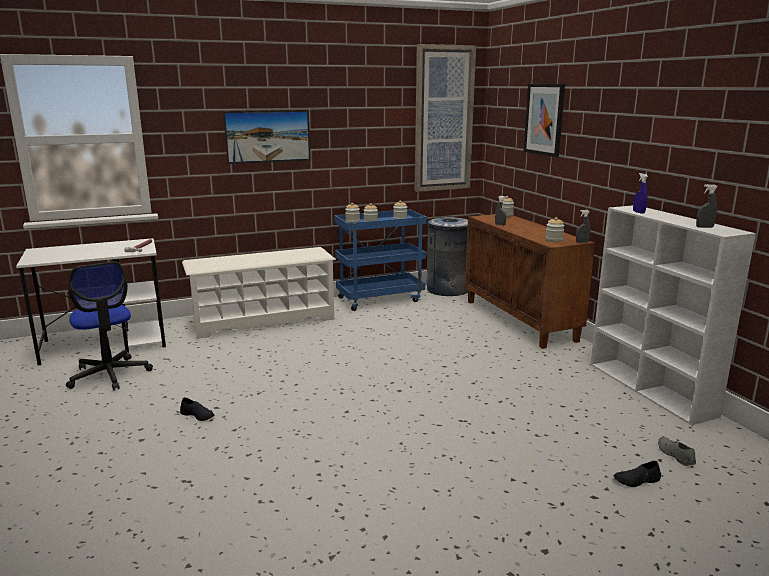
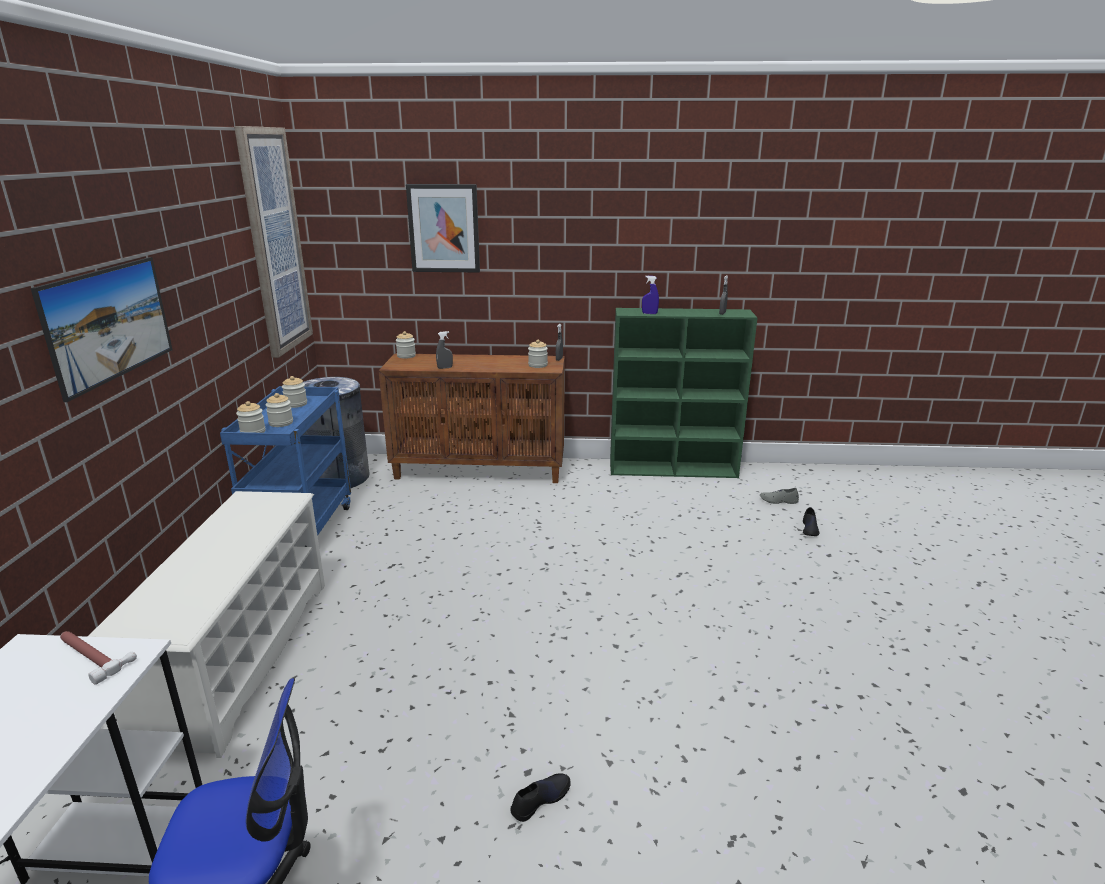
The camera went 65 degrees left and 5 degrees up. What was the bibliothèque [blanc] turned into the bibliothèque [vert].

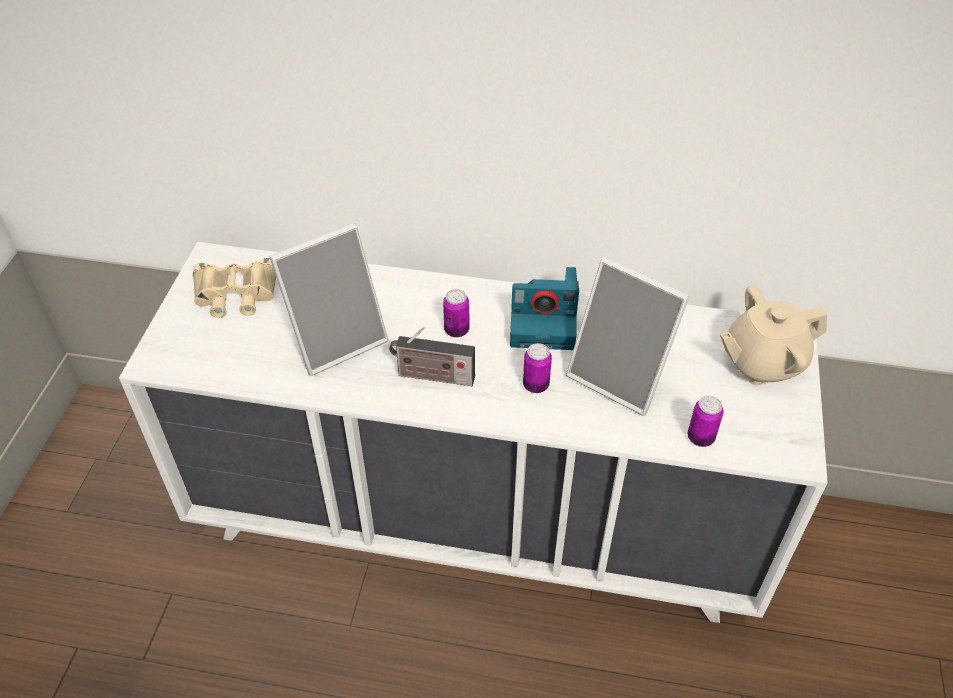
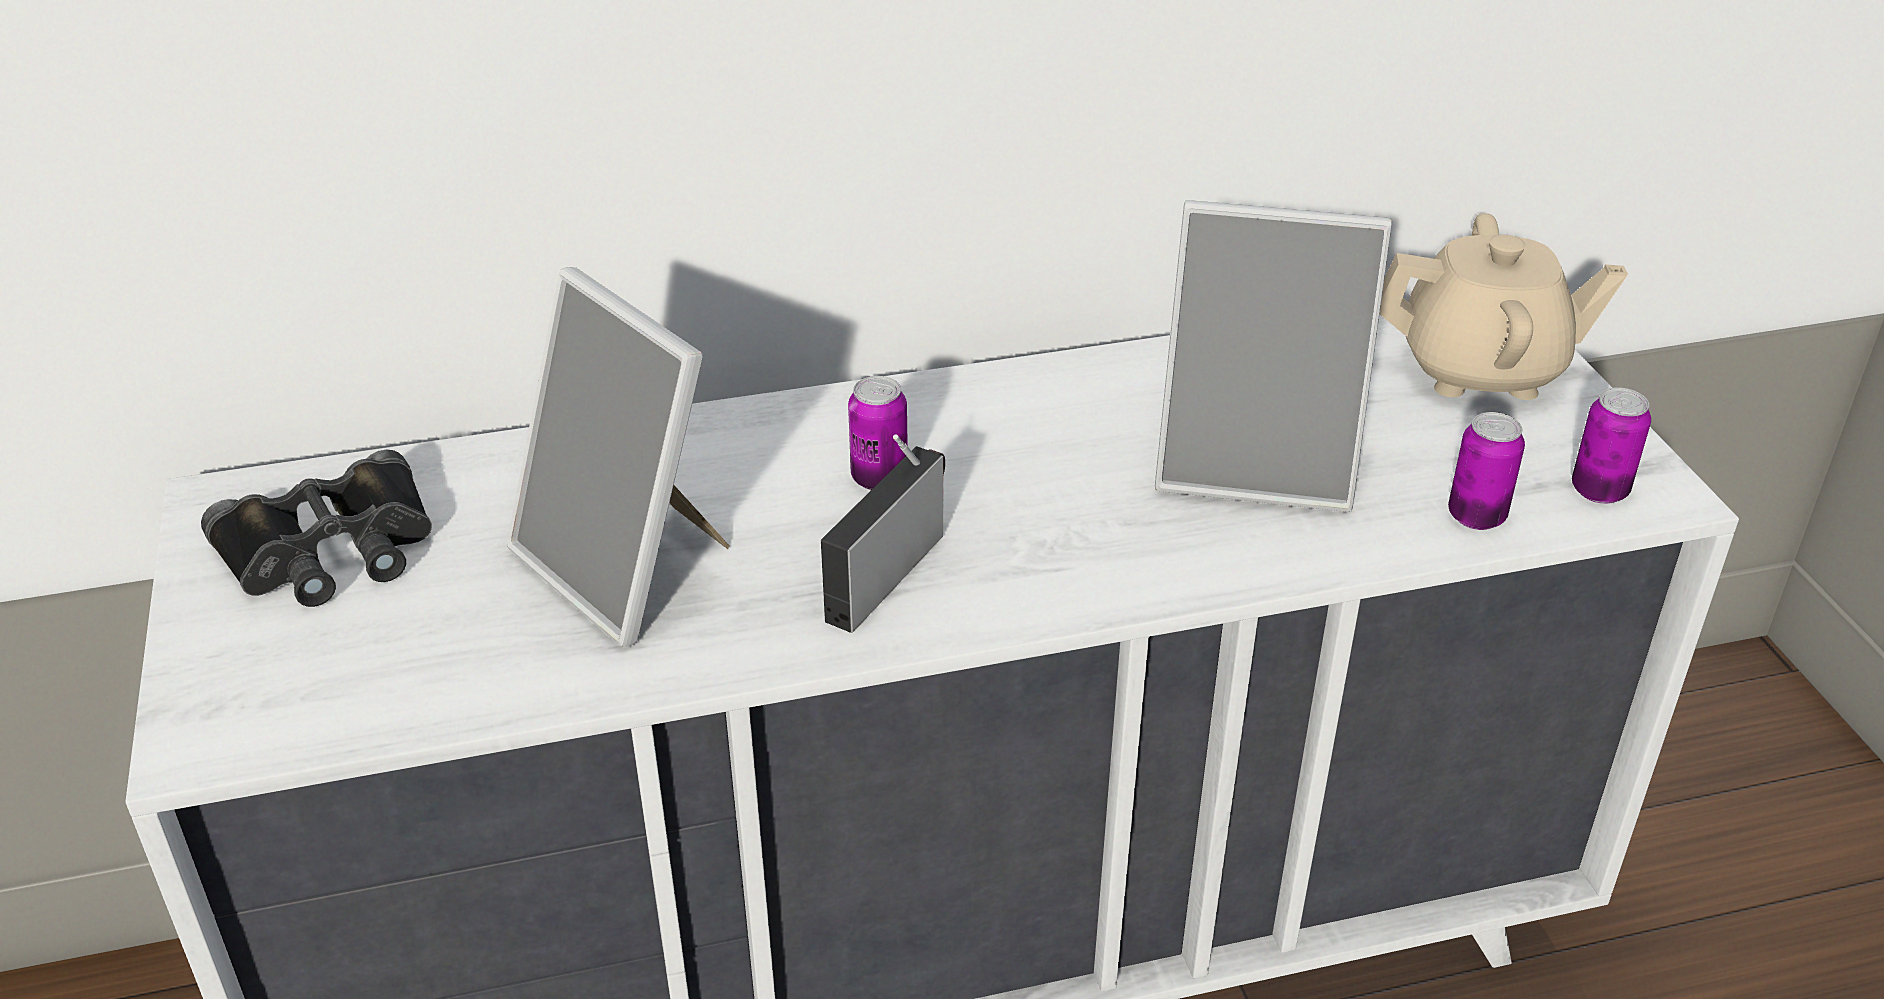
The camera went 25 degrees left and 10 degrees down. The second view lost the appareil photo. The boîte métallique (2nd from left in the first image) ended up elsewhere. What was the jumelles [beige] turned into the jumelles [noir]. The cadre photo (1st from left) ended up facing another way, 105 degrees clockwise from before. The radio ended up facing another way, 135 degrees clockwise from before. The théière [beige] ended up facing another way, 135 degrees counterclockwise from before.

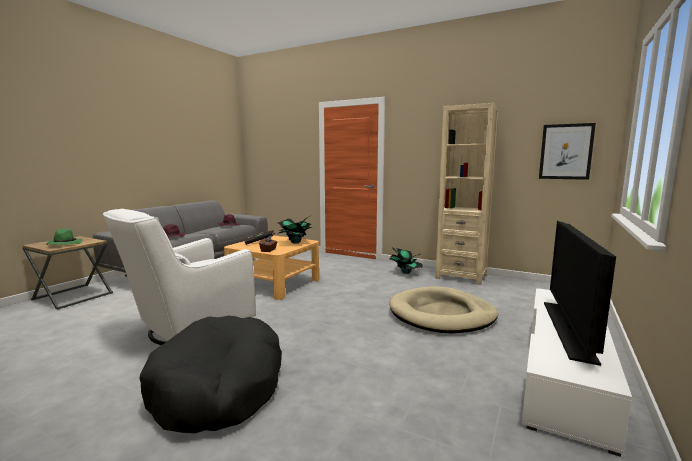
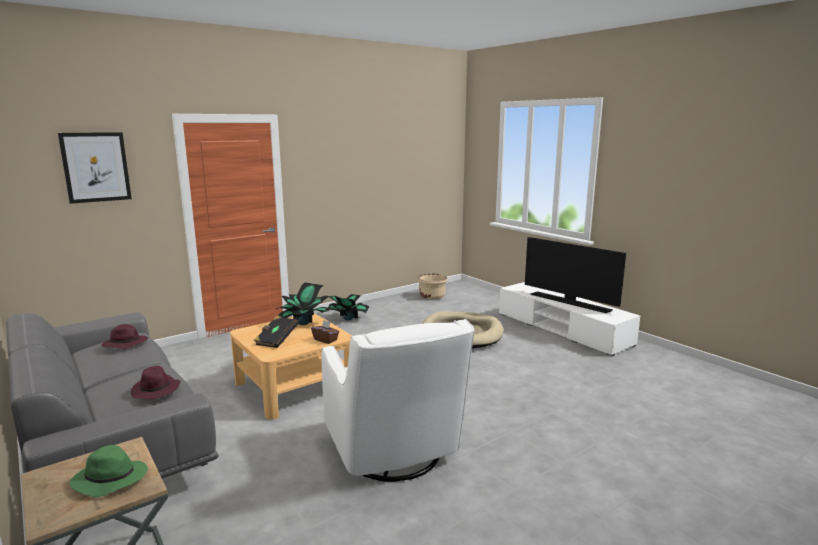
The camera went 65 degrees left and 5 degrees up. The second view lost the panier pour chien [noir]. The second view lost the bibliothèque [beige]. The second view gained the cache-pot [beige]. The tableau ended up elsewhere.

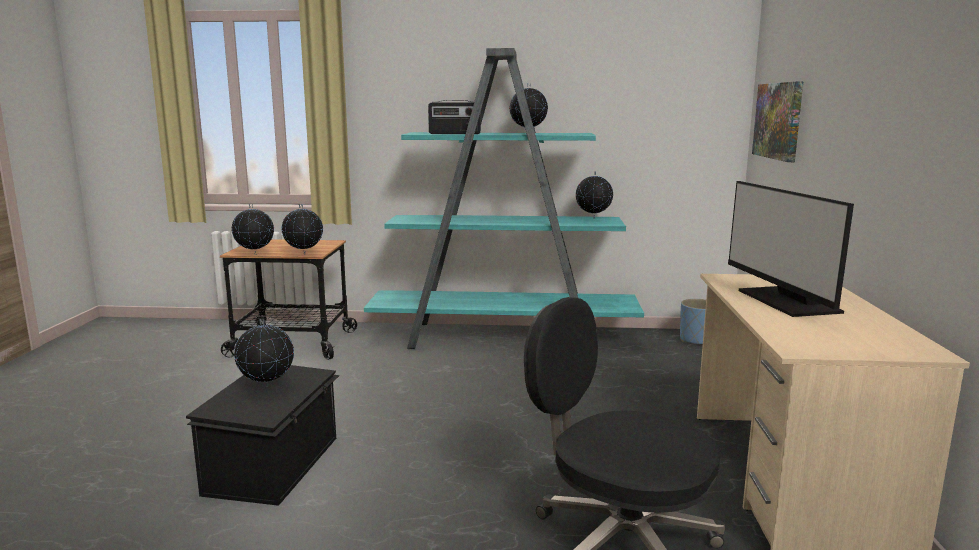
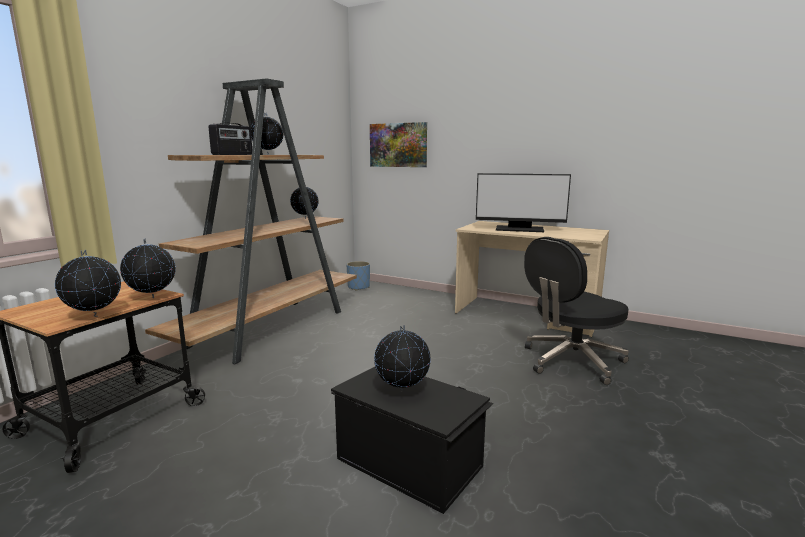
The camera went 65 degrees left and 0 degrees up. What was the bibliothèque [turquoise] turned into the bibliothèque [marron].

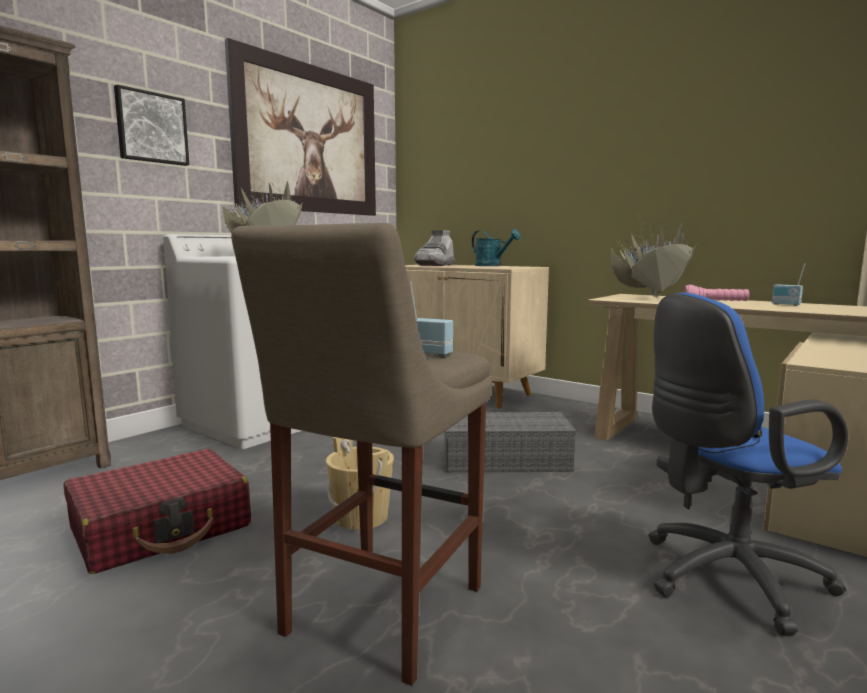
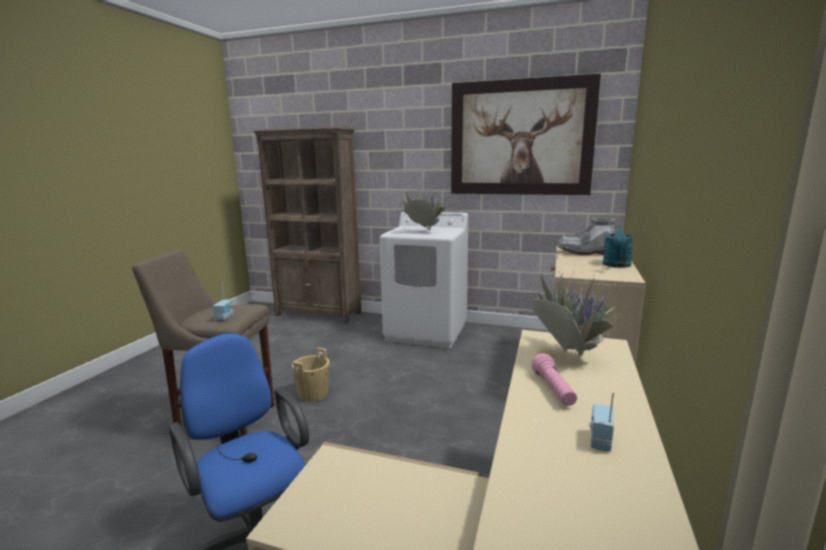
The camera went 70 degrees right and 5 degrees up. The second view lost the valise [rouge]. The second view lost the tableau (1st from left). The second view lost the boîte de rangement [gris].

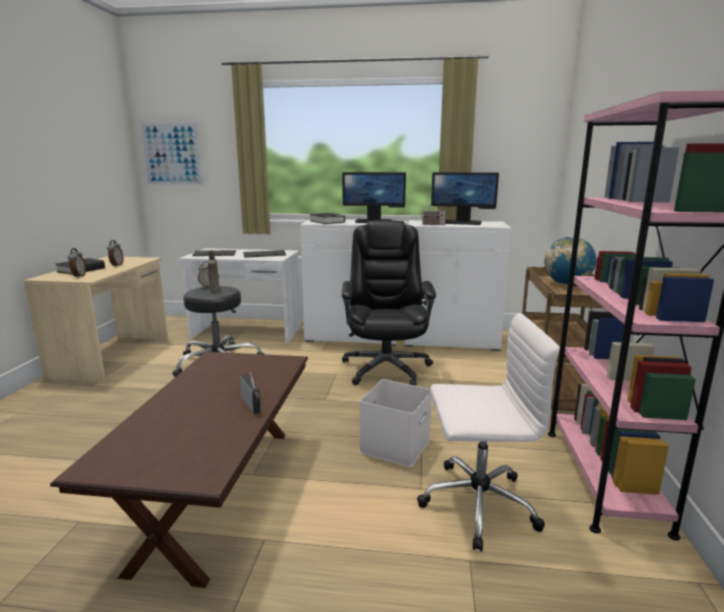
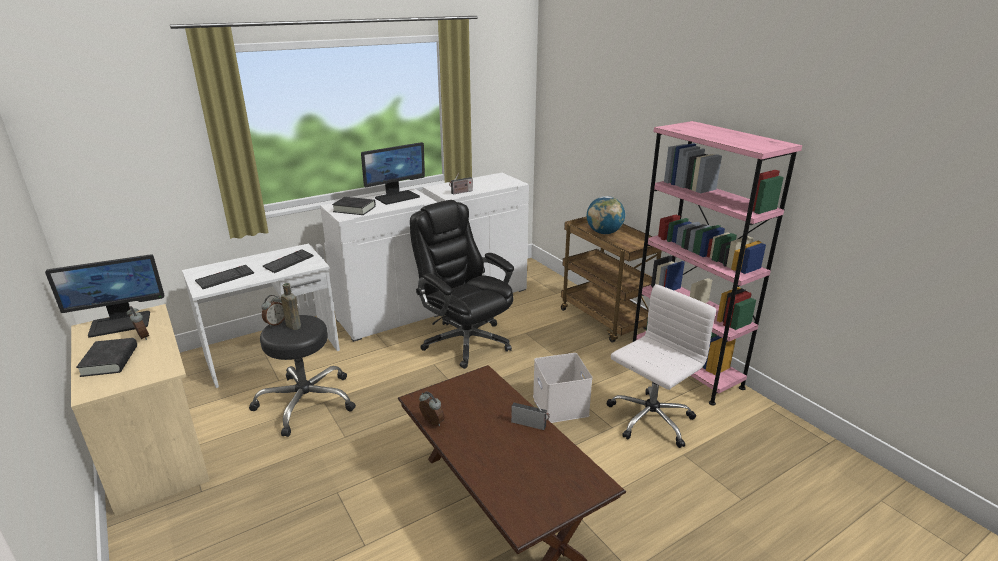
The camera went 40 degrees left and 10 degrees up. The second view lost the tableau. The réveil (1st from left in the first image) ended up elsewhere. The écran d'ordinateur (2nd from left in the first image) ended up elsewhere.

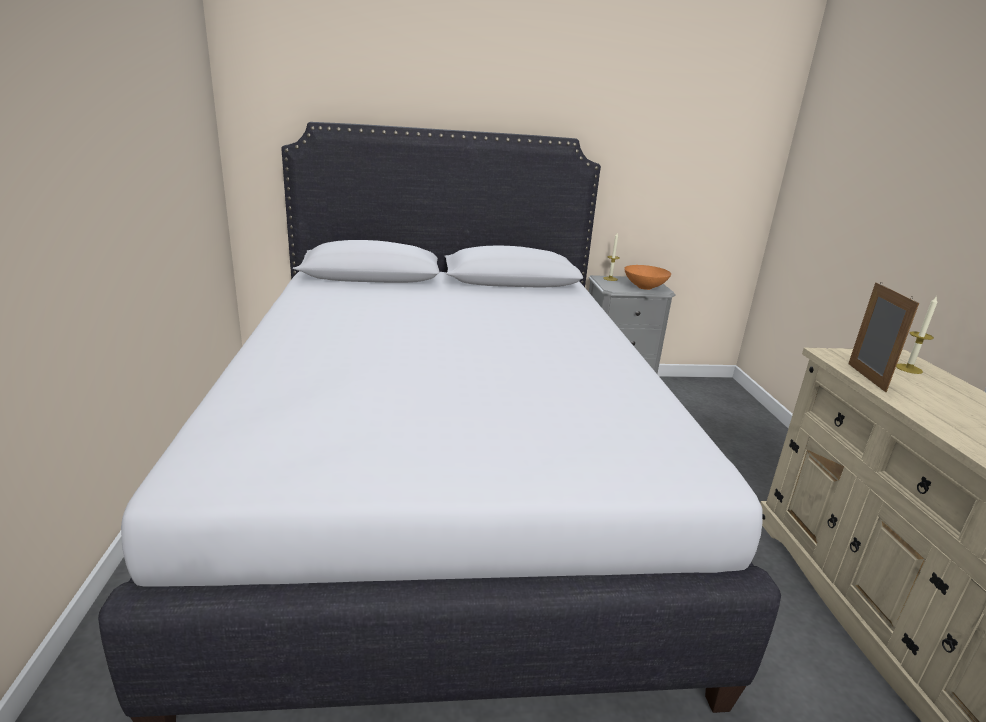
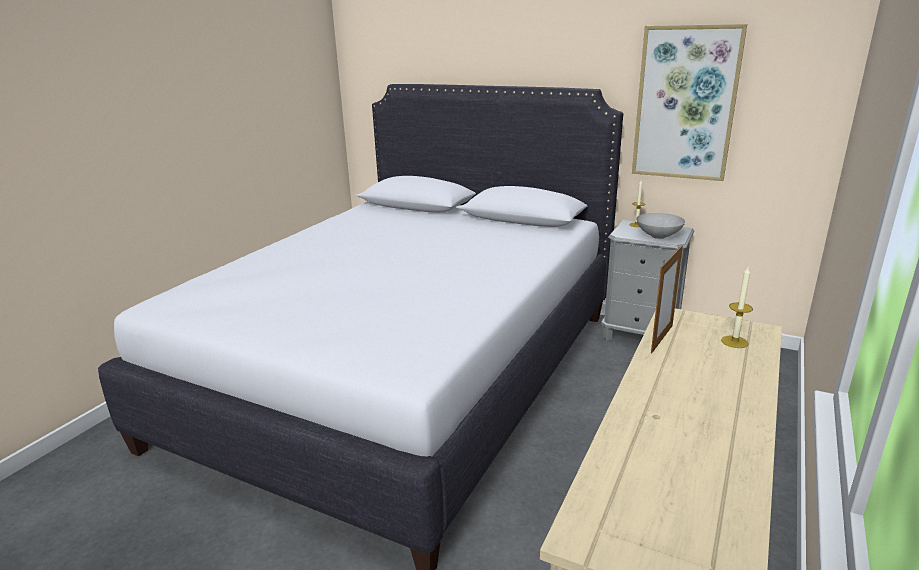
The camera went 35 degrees right and 0 degrees up. The second view gained the tableau. What was the bol [orange] turned into the bol [gris].

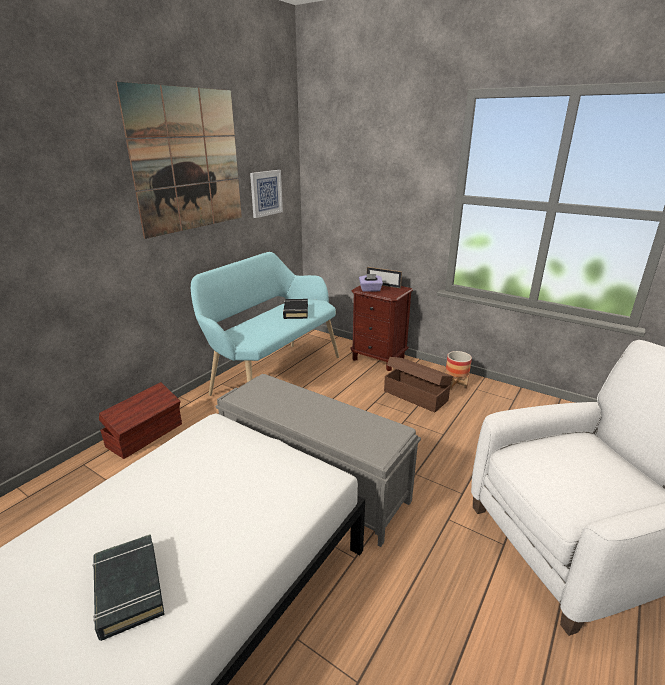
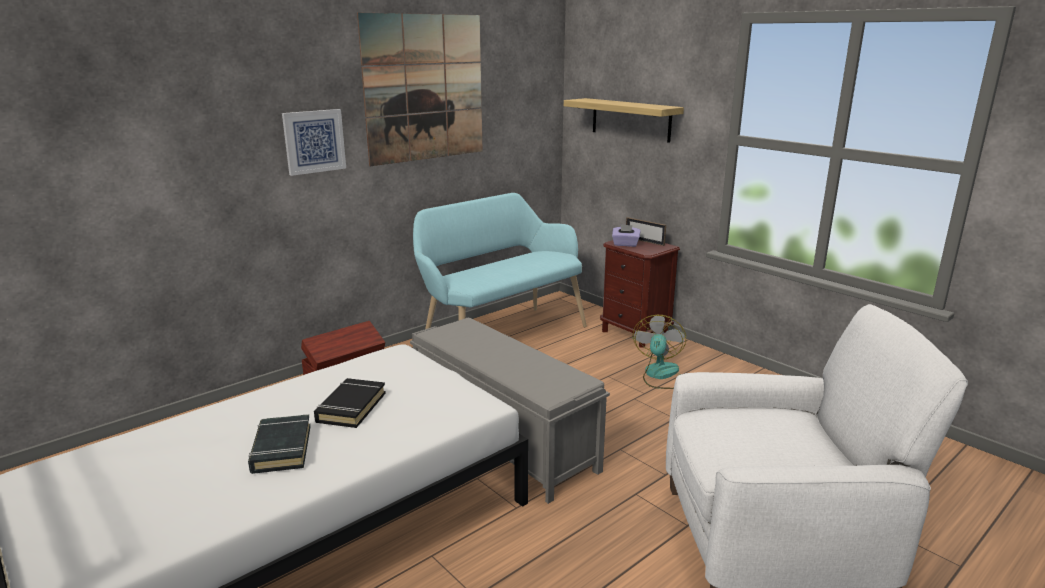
The camera went 15 degrees right and 5 degrees down. The second view lost the cache-pot. The second view gained the étagère. The tableau (2nd from left in the first image) ended up elsewhere. The livre [noir] (2nd from left) ended up elsewhere. Where the boîte de rangement [marron] (2nd from left) stood, the ventilateur came to stand.

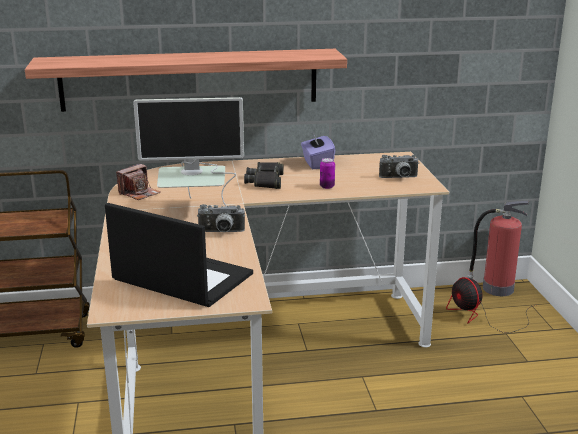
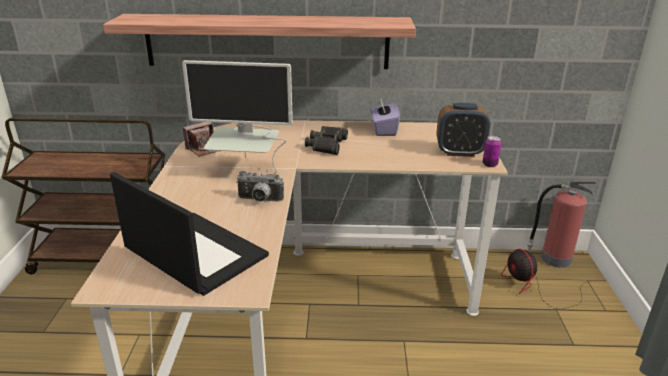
The camera went 10 degrees right and 5 degrees up. The boîte métallique ended up elsewhere. Where the appareil photo (3rd from left) stood, the réveil came to stand.

